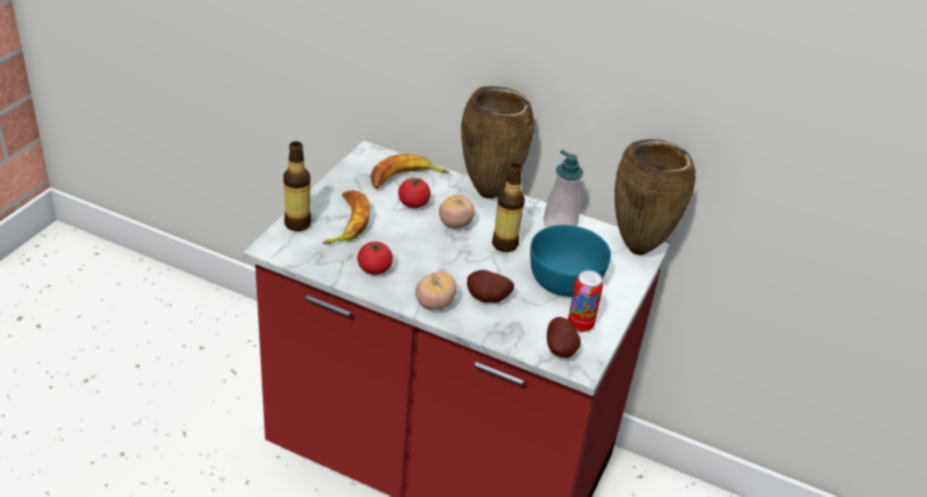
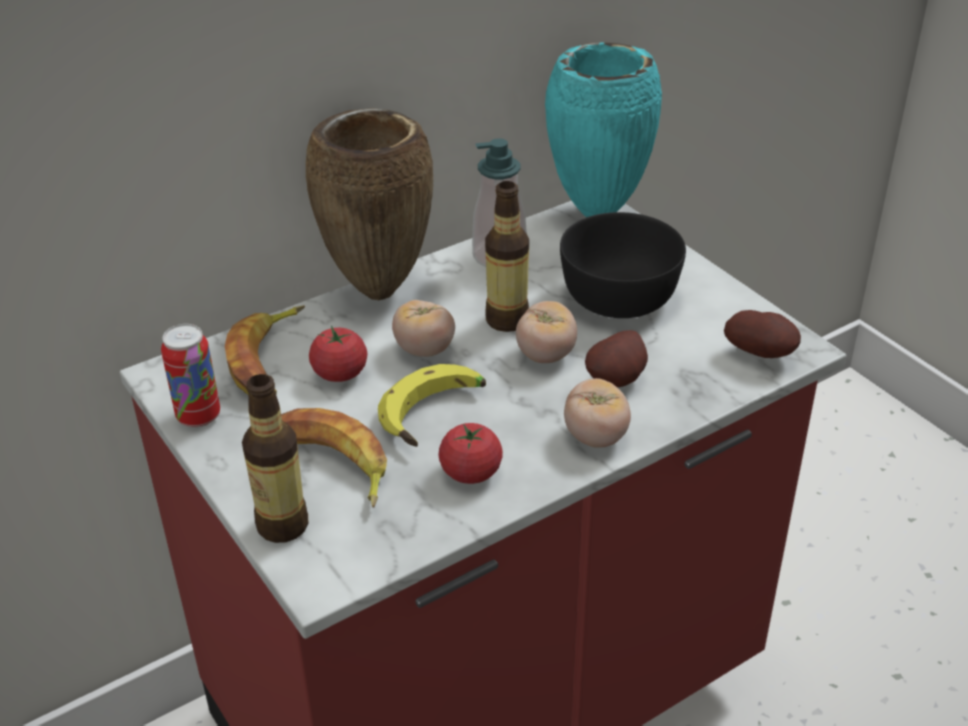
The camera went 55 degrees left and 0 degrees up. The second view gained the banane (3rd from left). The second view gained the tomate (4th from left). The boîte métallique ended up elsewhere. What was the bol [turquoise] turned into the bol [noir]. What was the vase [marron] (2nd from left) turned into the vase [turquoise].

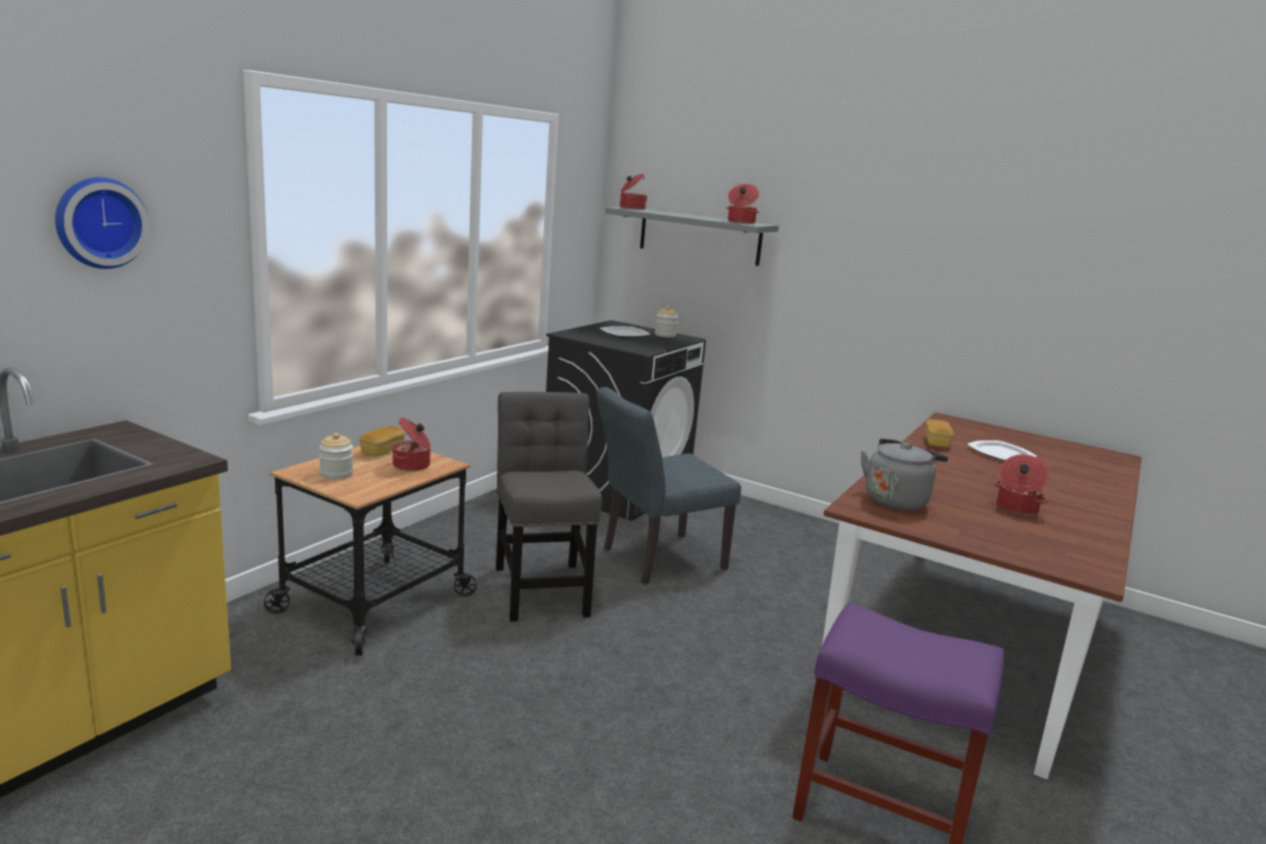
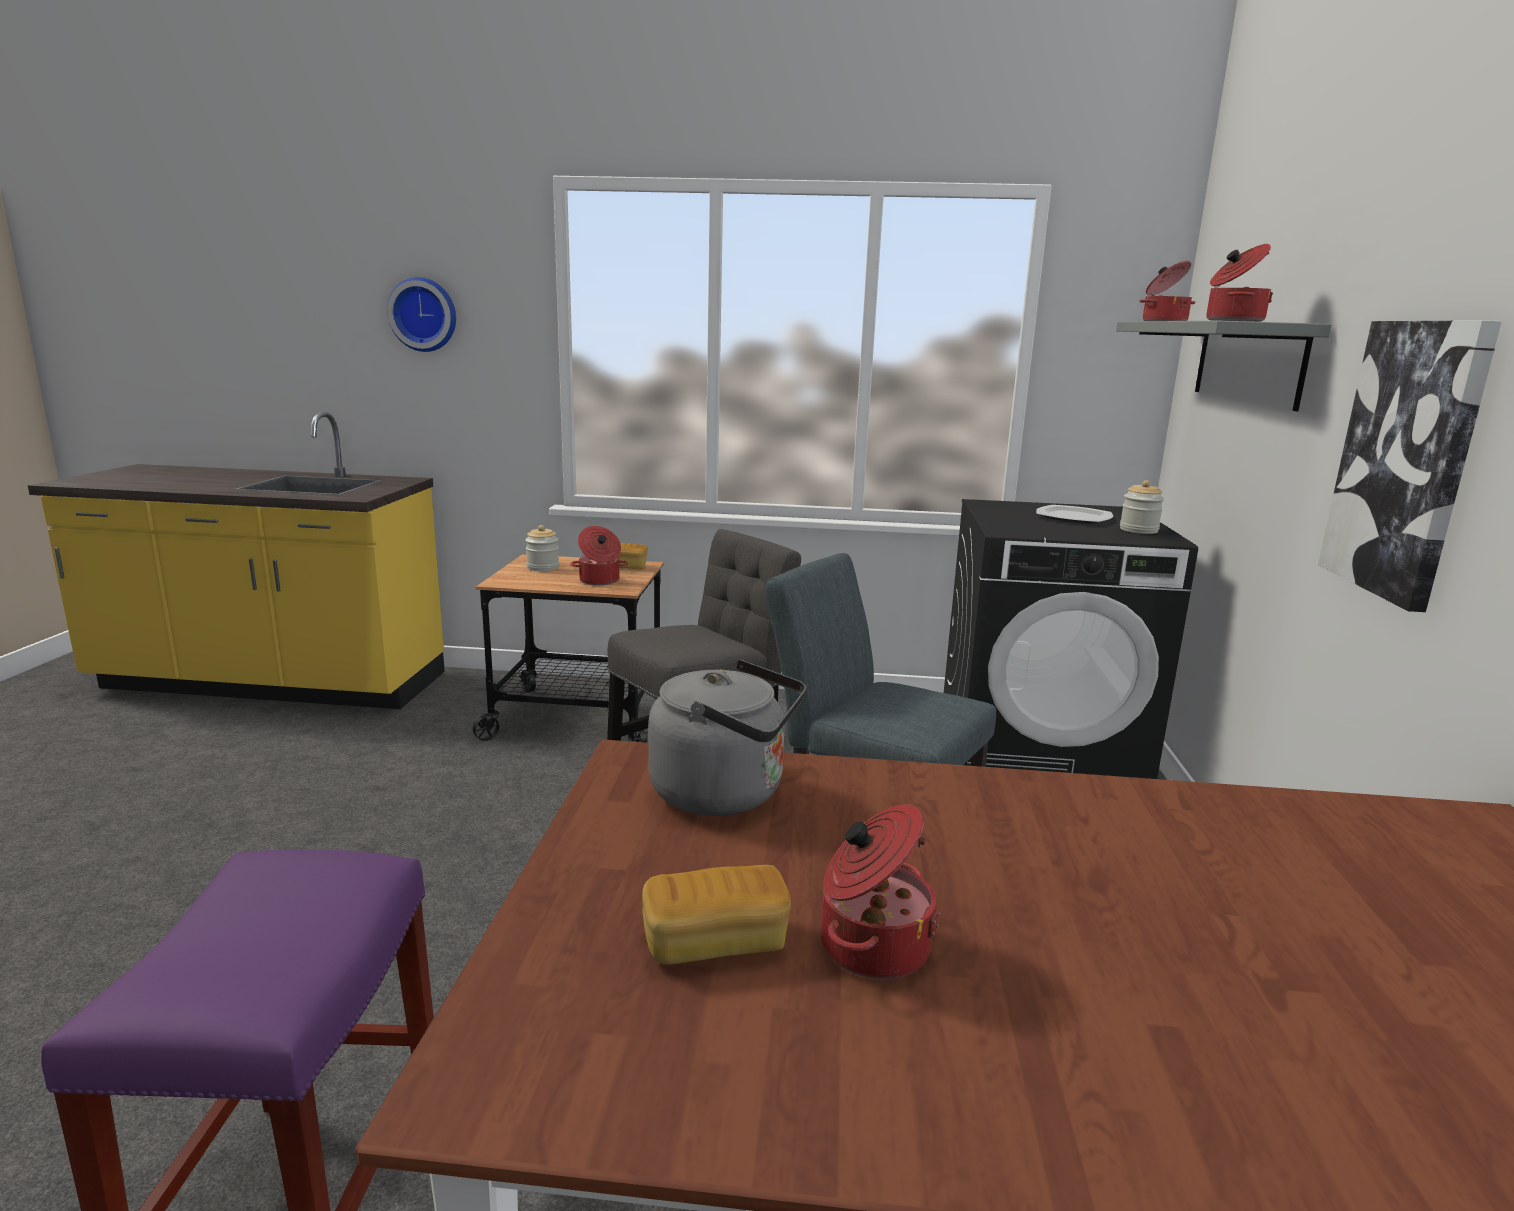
The camera went 65 degrees right and 0 degrees up. The second view lost the assiette (2nd from left). The second view gained the tableau. The pain (2nd from left) ended up elsewhere.

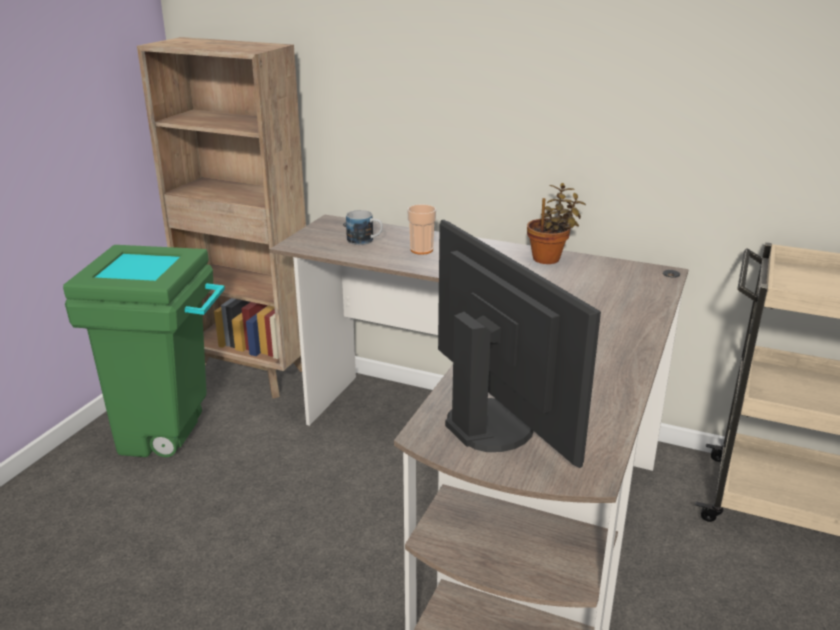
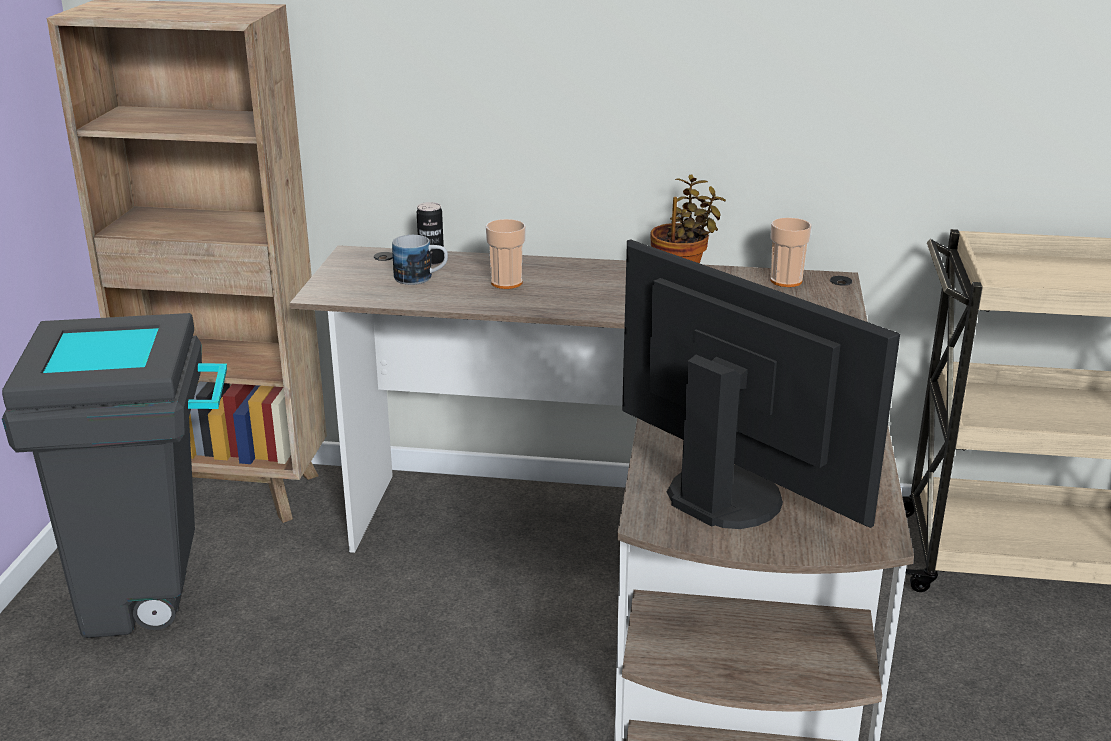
The camera went 15 degrees left and 0 degrees up. The second view gained the boîte métallique. The second view gained the tasse (2nd from left). What was the poubelle [vert] turned into the poubelle [gris].

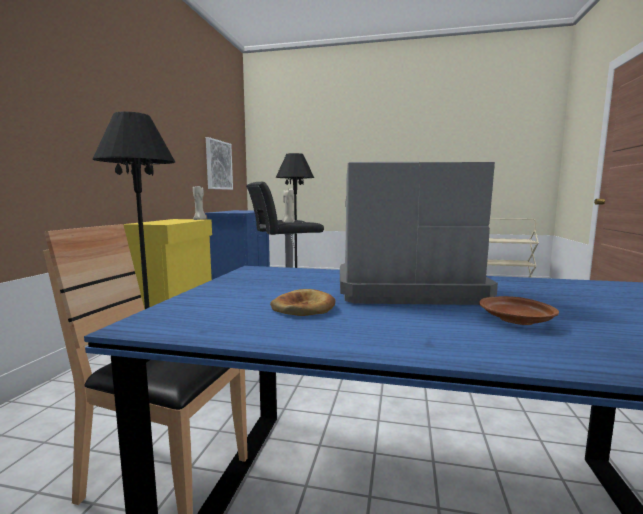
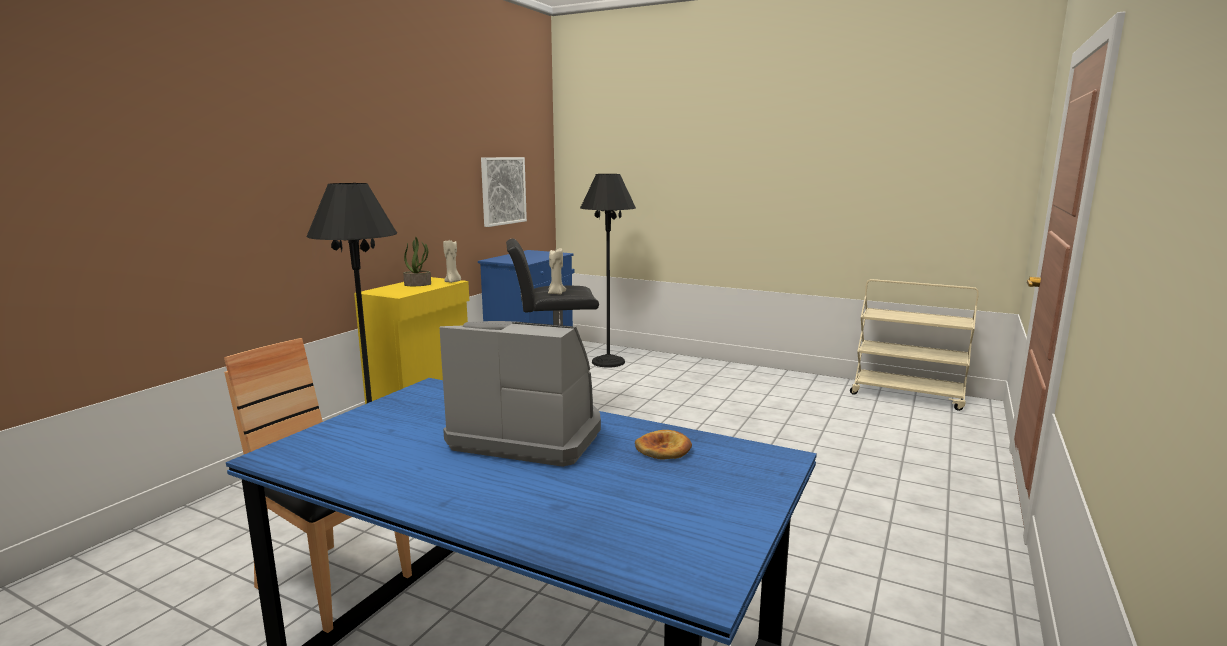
The camera went 15 degrees right and 5 degrees up. The second view lost the assiette [marron]. The second view gained the plante en pot. The pain ended up elsewhere.

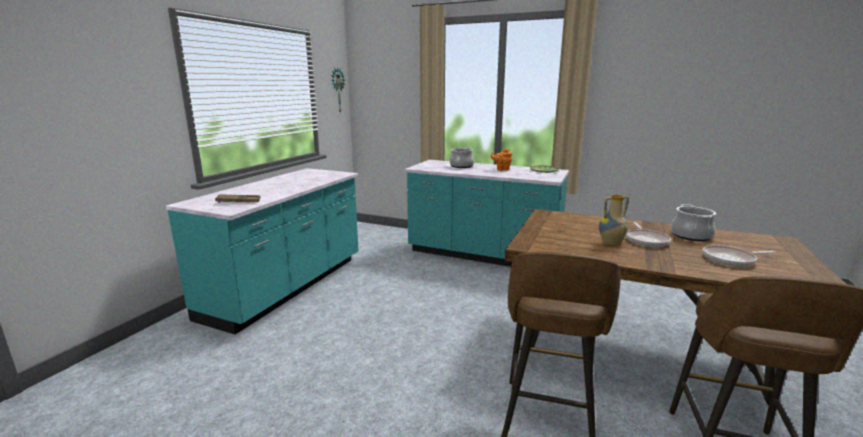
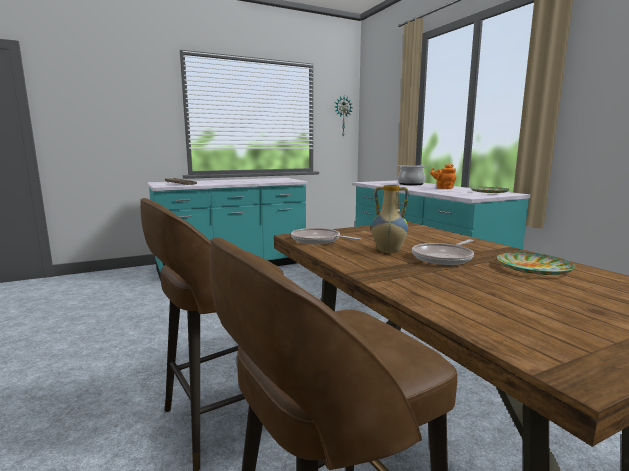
The camera went 40 degrees right and 5 degrees down. The poêle (2nd from left in the first image) ended up elsewhere. Where the marmite (2nd from left) stood, the assiette (2nd from left) came to stand.

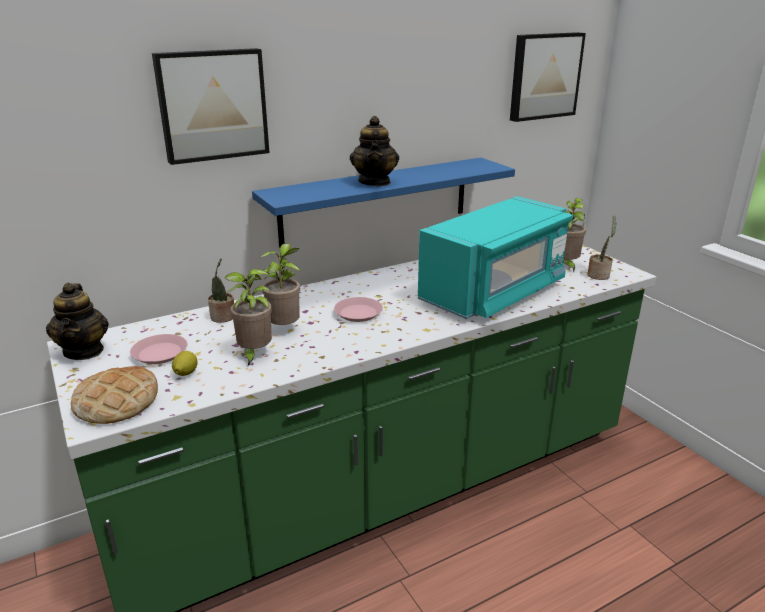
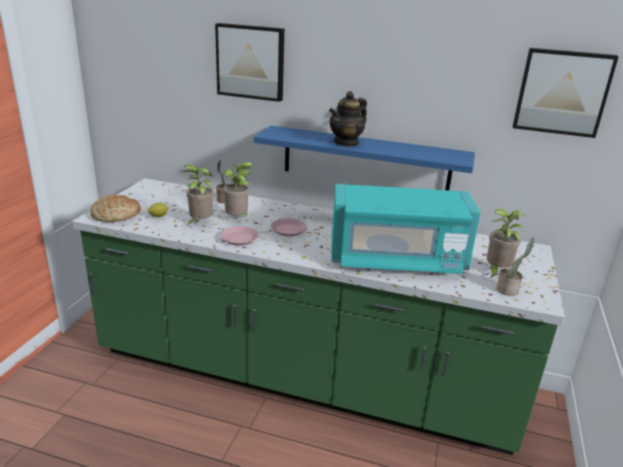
The camera went 45 degrees right and 0 degrees up. The second view lost the théière (1st from left). The assiette [rose] (1st from left) ended up elsewhere.

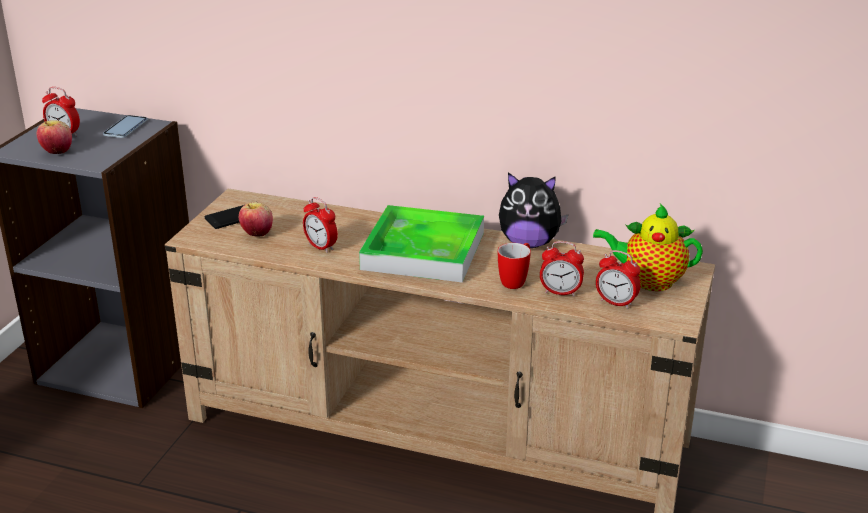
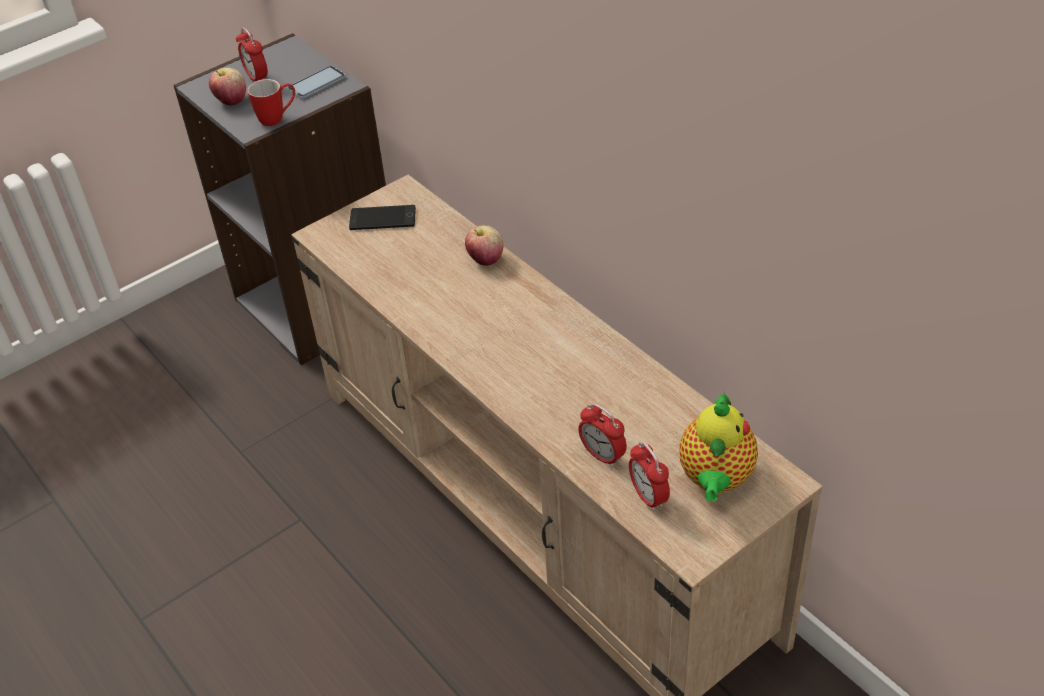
The camera went 35 degrees right and 15 degrees up. The second view lost the réveil (2nd from left). The second view lost the plateau. The second view lost the peluche. The pomme (2nd from left) ended up elsewhere. The mug ended up elsewhere. The théière ended up facing another way, 120 degrees counterclockwise from before.

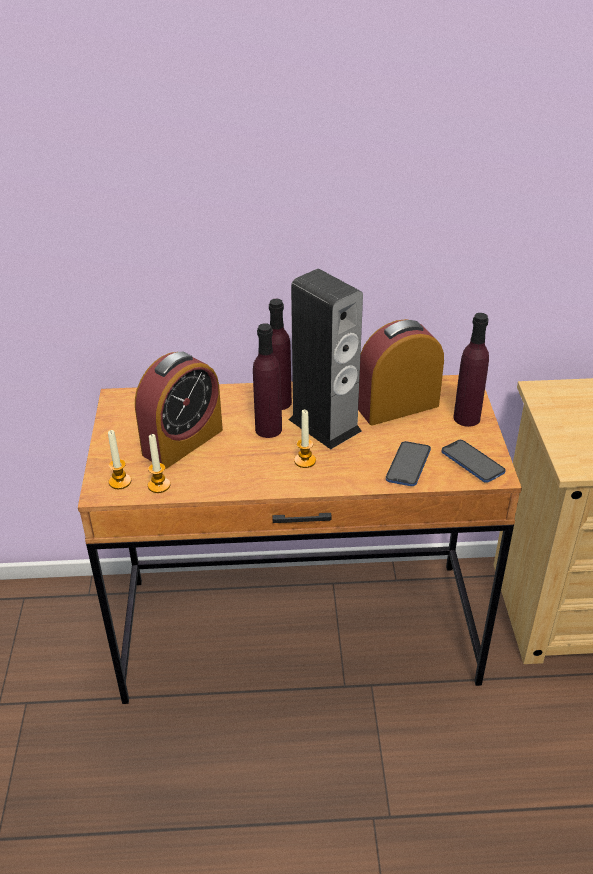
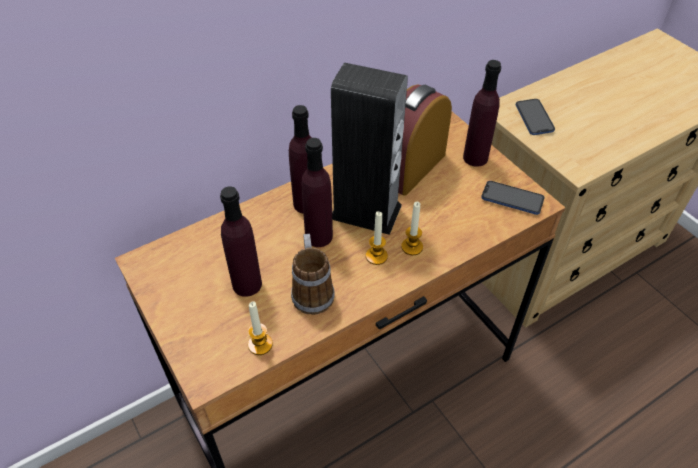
The camera went 30 degrees left and 10 degrees up. The second view gained the mug. The bougie (1st from left in the first image) ended up elsewhere. The téléphone (1st from left in the first image) ended up elsewhere. Where the réveil (1st from left) stood, the bouteille [violet] (1st from left) came to stand.

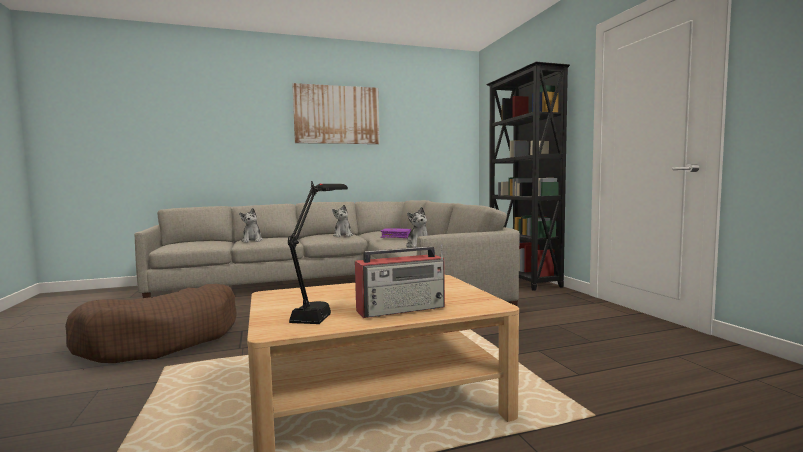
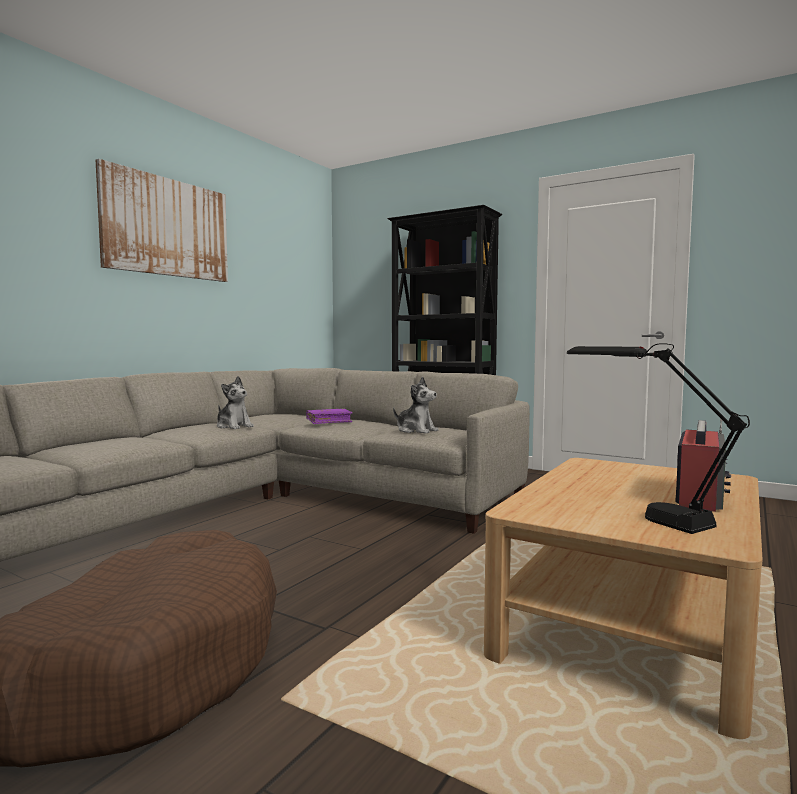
The camera went 40 degrees left and 0 degrees up. The second view lost the peluche (1st from left).

